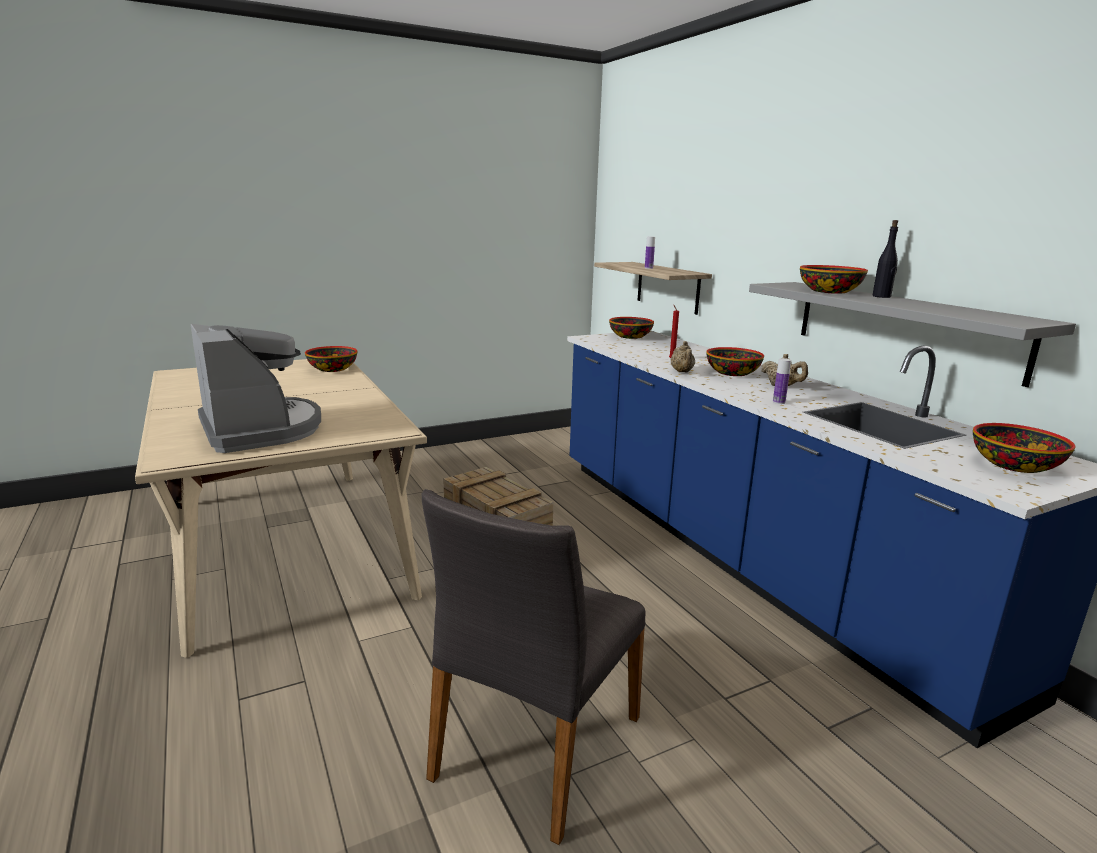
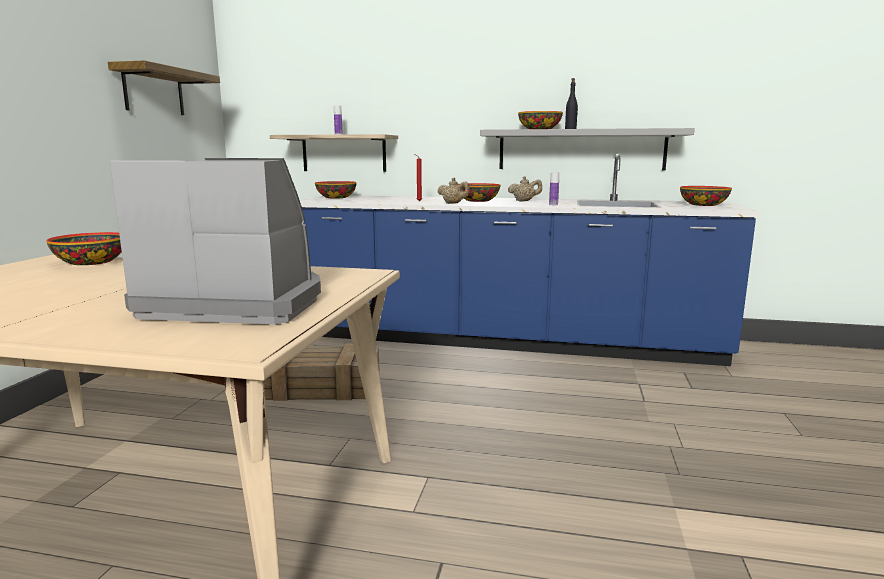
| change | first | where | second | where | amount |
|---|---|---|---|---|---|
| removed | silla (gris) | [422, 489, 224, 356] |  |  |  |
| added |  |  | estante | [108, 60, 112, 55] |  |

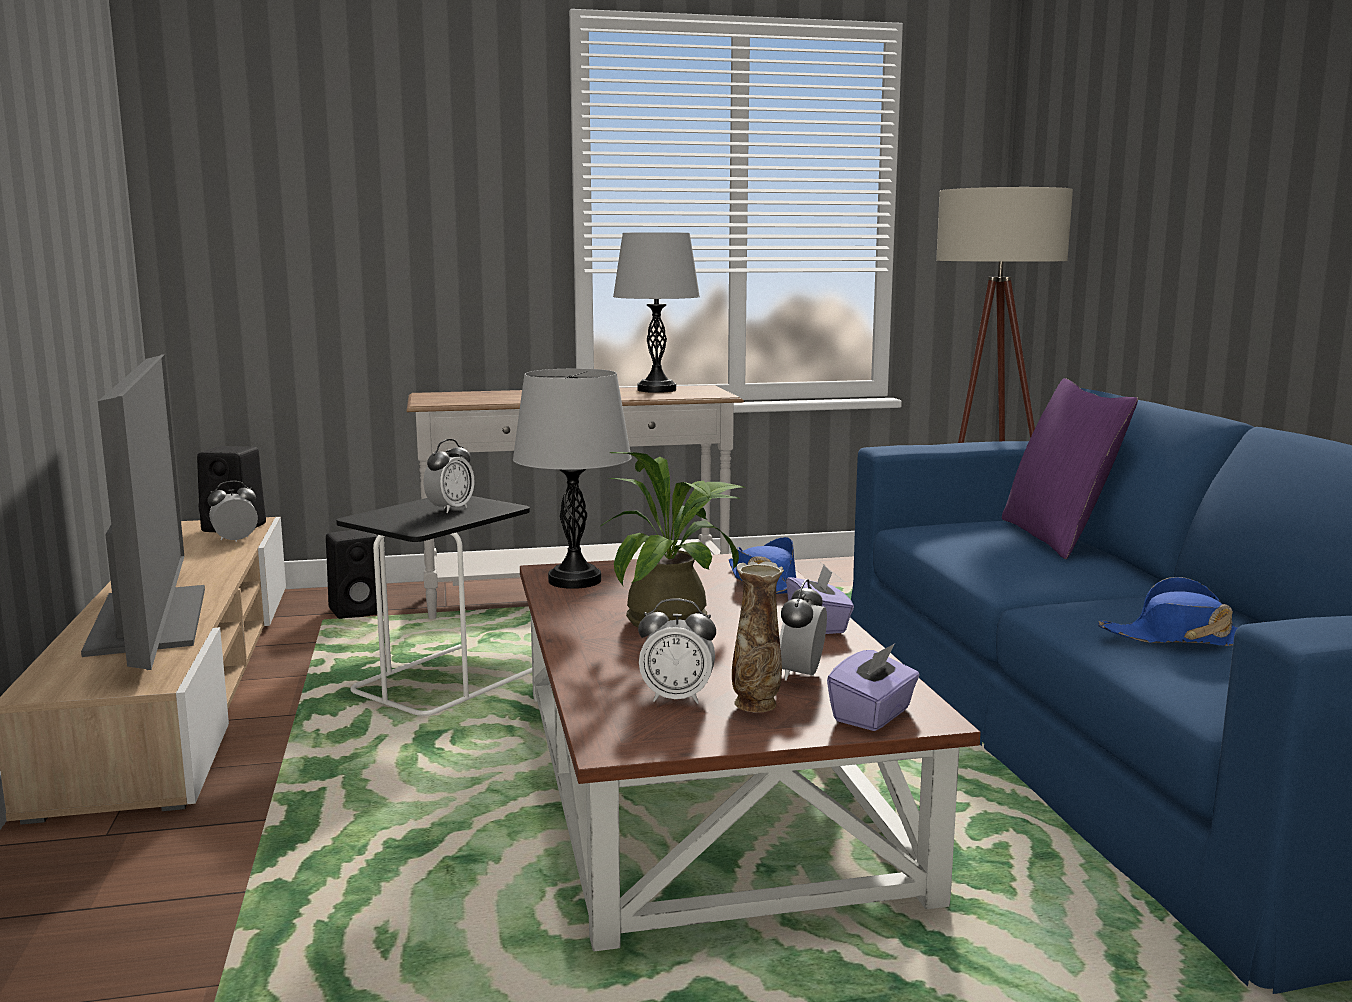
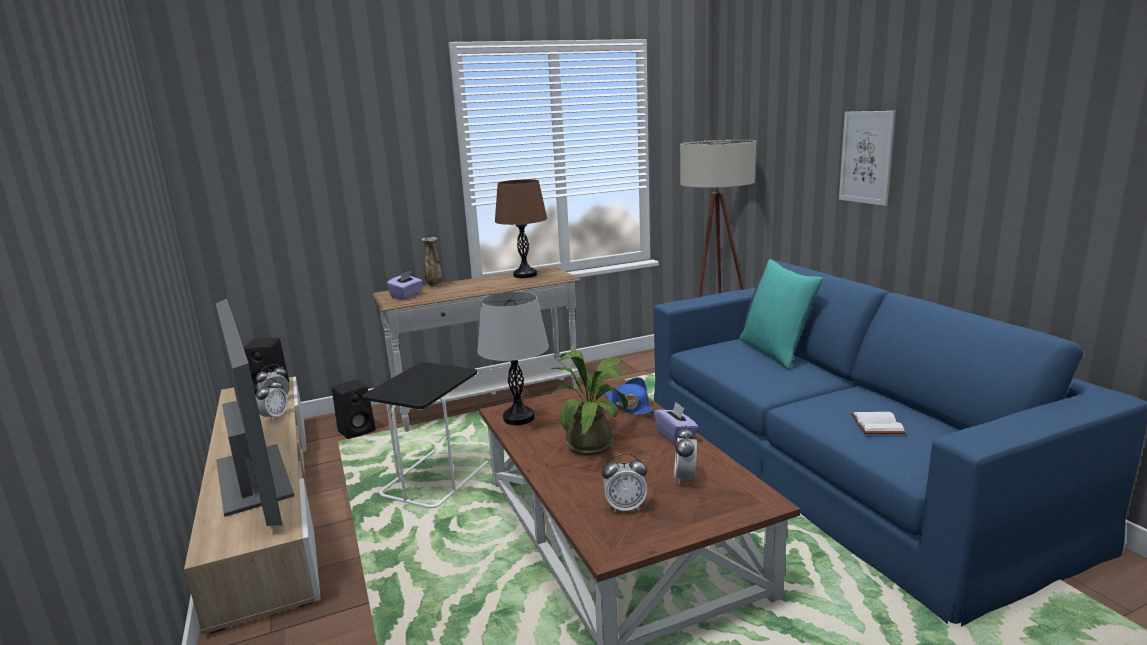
| change | first | where | second | where | amount |
|---|---|---|---|---|---|
| recoloured | lámpara de mesa (gris) | [613, 232, 87, 161] | lámpara de mesa (marrón) | [495, 179, 52, 99] |  |
| recoloured | cojín (morado) | [1002, 378, 136, 181] | cojín (turquesa) | [740, 259, 83, 110] |  |
| moved | despertador | [423, 439, 51, 74] |  | [256, 378, 32, 43] |  |
| moved | florero | [732, 561, 52, 152] |  | [422, 237, 20, 51] |  |
| replaced | sombrero (azul) | [1098, 577, 140, 69] | libro (blanco) | [851, 412, 55, 22] |  |
| moved | caja de pañuelos (morado) | [827, 643, 93, 88] |  | [387, 270, 36, 29] |  |
| added |  |  | cuadro | [839, 111, 57, 95] |  |

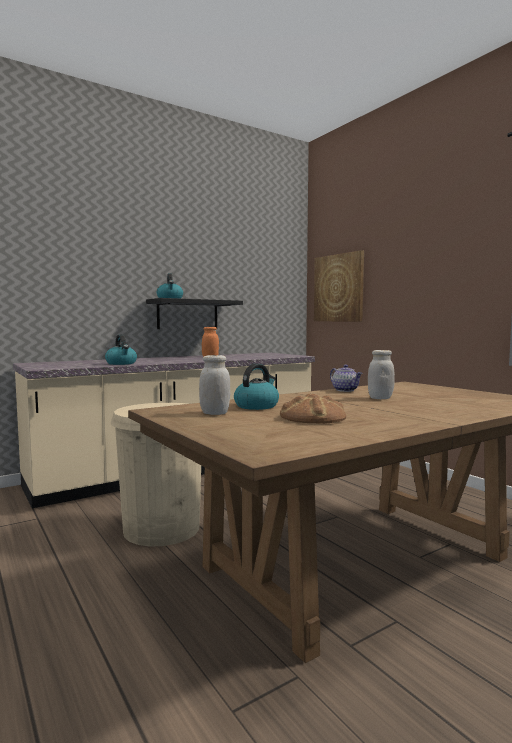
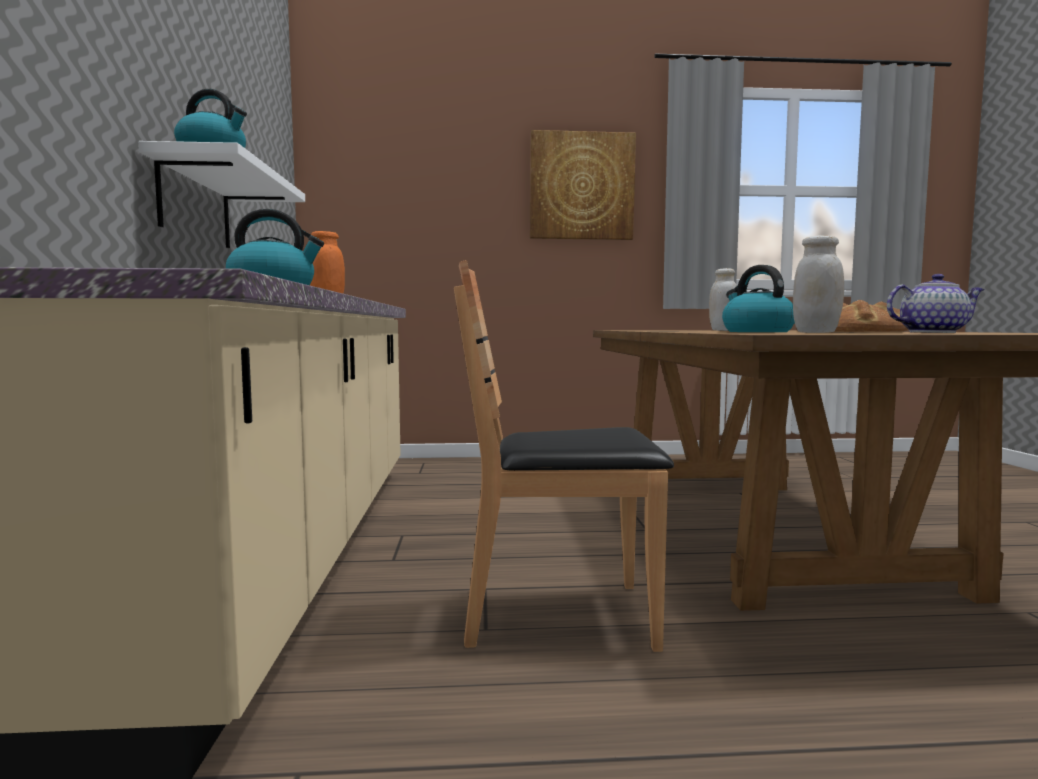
| change | first | where | second | where | amount |
|---|---|---|---|---|---|
| moved | cuadro | [314, 250, 50, 71] |  | [530, 130, 106, 110] |  |
| recoloured | estante (negro) | [146, 298, 97, 31] | estante (blanco) | [138, 141, 167, 107] |  |
| moved | tetera | [330, 365, 32, 27] |  | [887, 274, 97, 59] |  |
| replaced | papelera (beis) | [111, 403, 90, 144] | silla (marrón) | [454, 260, 220, 392] |  |

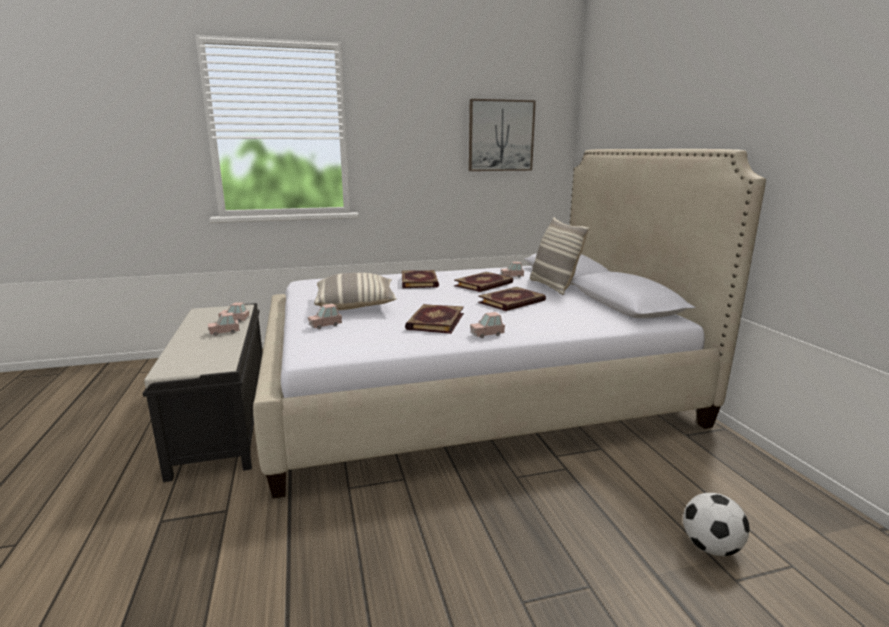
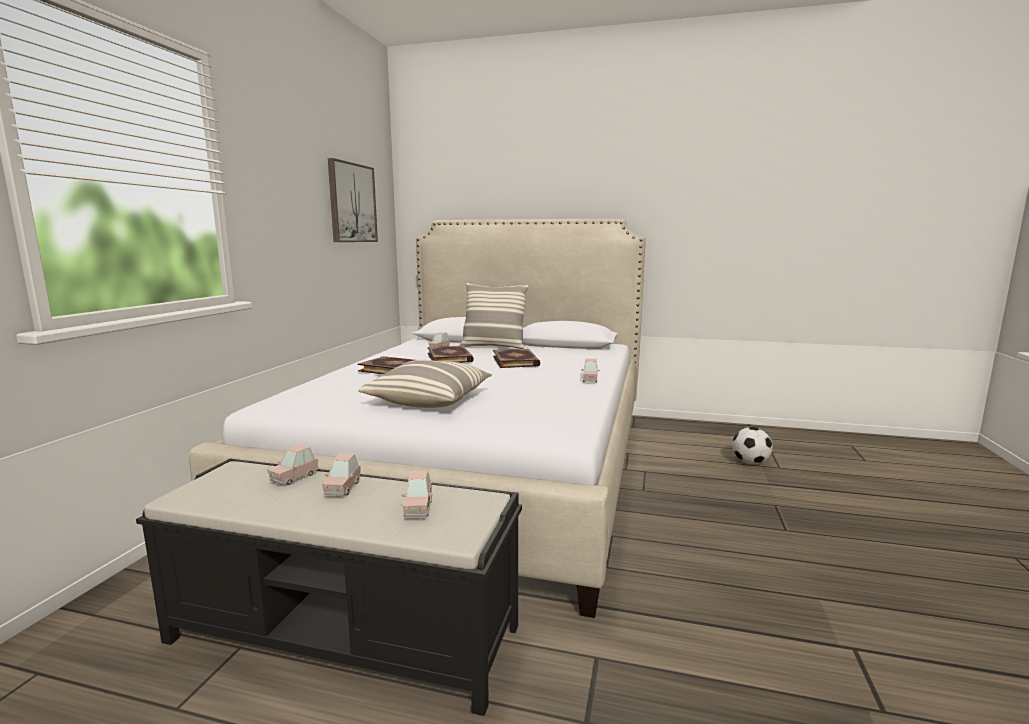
| change | first | where | second | where | amount |
|---|---|---|---|---|---|
| moved | coche de juguete (rosa) | [308, 304, 34, 25] |  | [401, 471, 32, 47] |  |
| removed | libro | [405, 304, 59, 30] |  |  |  |

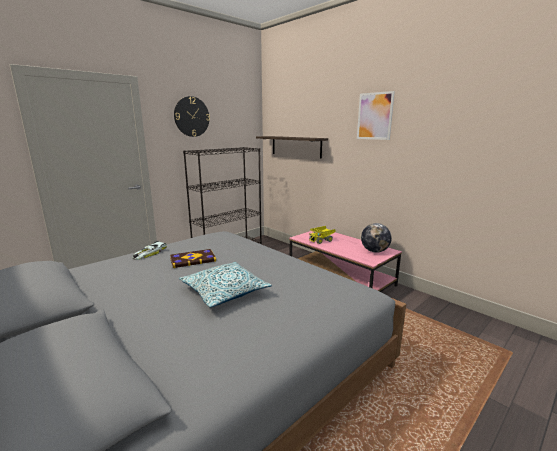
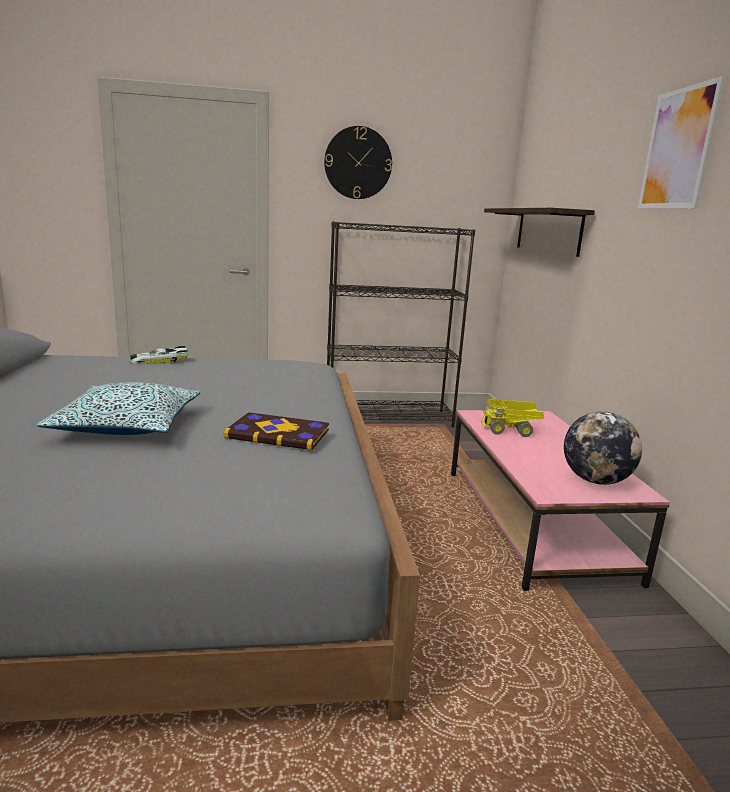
| change | first | where | second | where | amount |
|---|---|---|---|---|---|
| moved | libro | [170, 249, 46, 19] |  | [224, 412, 105, 38] |  |

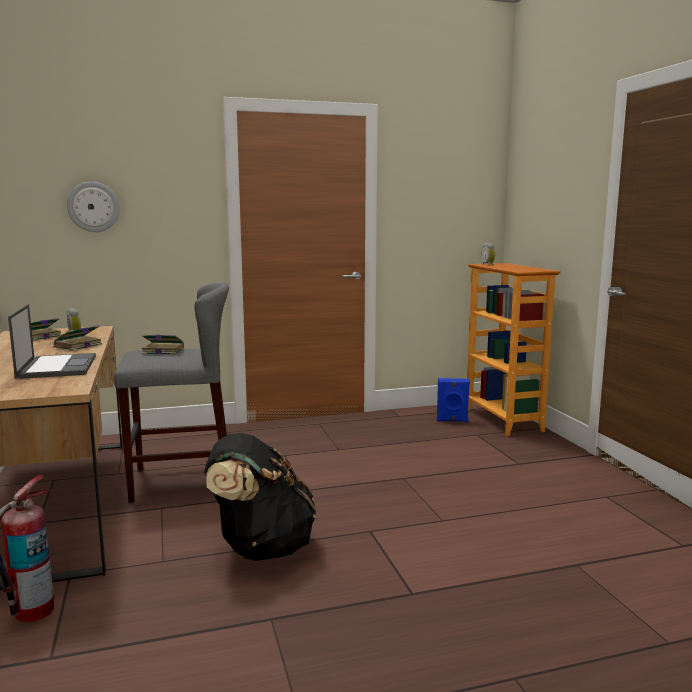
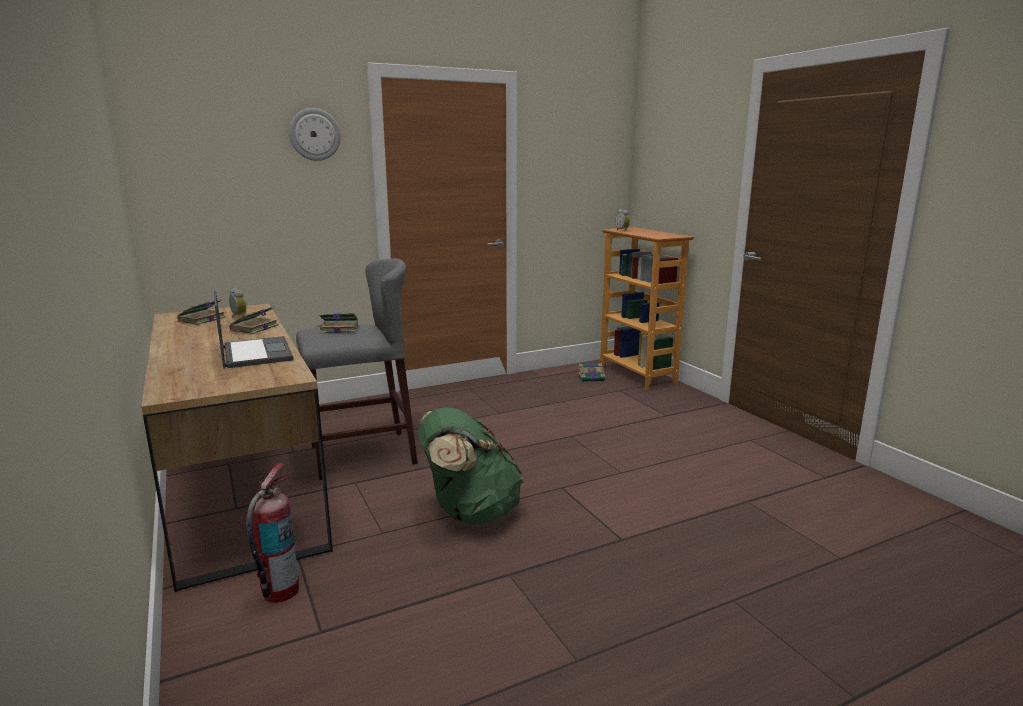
| change | first | where | second | where | amount |
|---|---|---|---|---|---|
| moved | reloj de pared | [67, 182, 53, 50] |  | [289, 108, 52, 53] |  |
| replaced | altavoz (azul) | [437, 378, 33, 44] | libro | [578, 363, 31, 19] |  |
| recoloured | mochila (negro) | [204, 433, 112, 128] | mochila (verde) | [418, 407, 106, 117] |  |

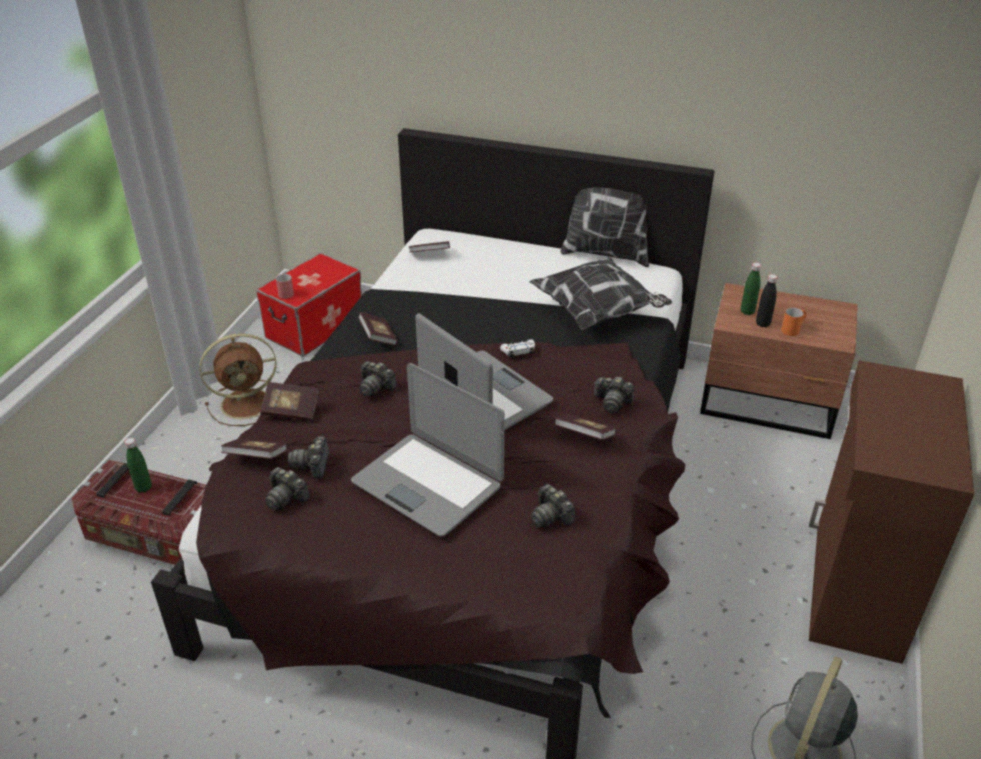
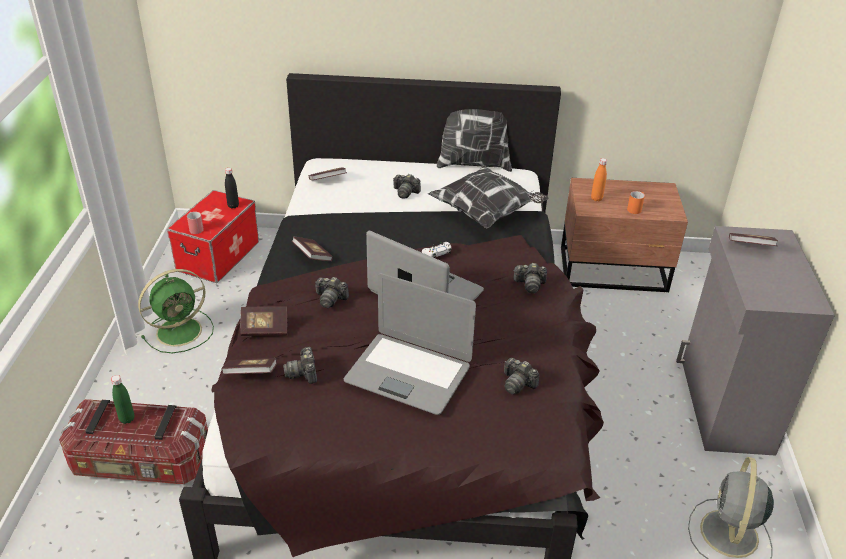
| change | first | where | second | where | amount |
|---|---|---|---|---|---|
| recoloured | botella (verde) | [741, 262, 20, 53] | botella (naranja) | [591, 158, 16, 43] |  |
| moved | botella (negro) | [756, 274, 22, 53] |  | [225, 168, 14, 41] |  |
| recoloured | ventilador (marrón) | [199, 333, 78, 93] | ventilador (verde) | [138, 269, 76, 84] |  |
| recoloured | armario (marrón) | [809, 360, 165, 304] | armario (gris) | [676, 226, 159, 230] |  |
| moved | libro | [554, 415, 62, 25] |  | [729, 233, 49, 13] |  |
| moved | cámara | [265, 467, 45, 43] |  | [393, 174, 28, 25] |  |

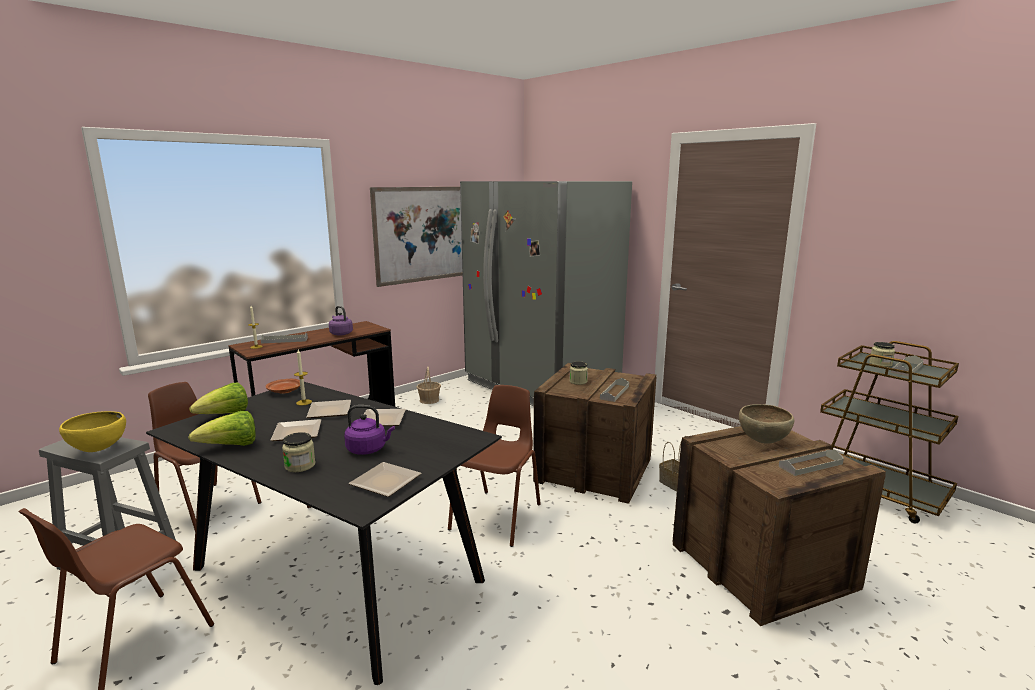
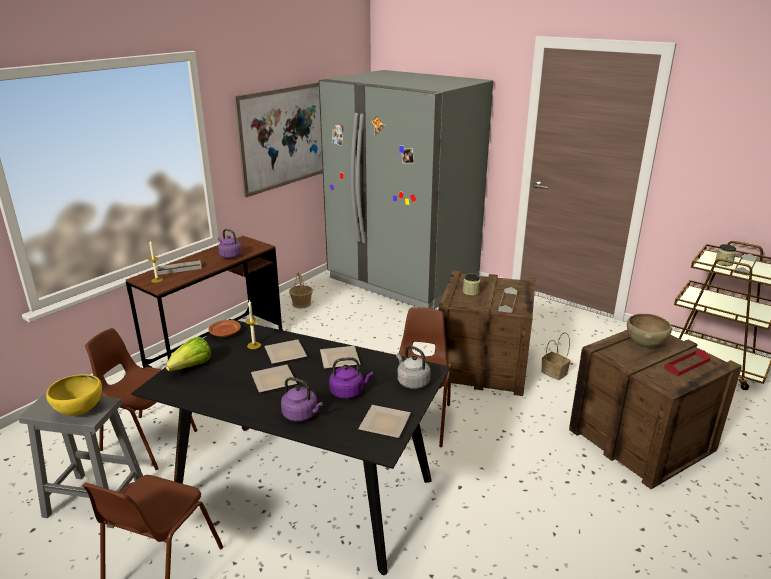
| change | first | where | second | where | amount |
|---|---|---|---|---|---|
| removed | lechuga | [188, 411, 68, 35] |  |  |  |
| replaced | tarro | [282, 432, 34, 40] | hervidor (morado) | [281, 377, 42, 45] |  |
| recoloured | bandeja (gris) | [778, 450, 66, 26] | bandeja (rojo) | [664, 350, 46, 26] |  |
| added |  |  | hervidor (gris) | [396, 346, 35, 43] |  |

